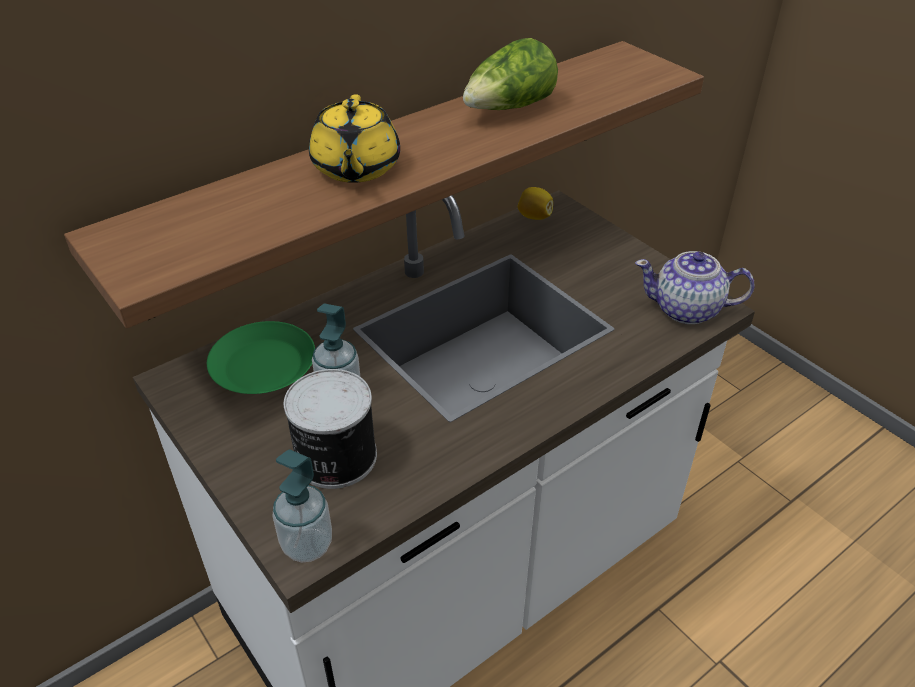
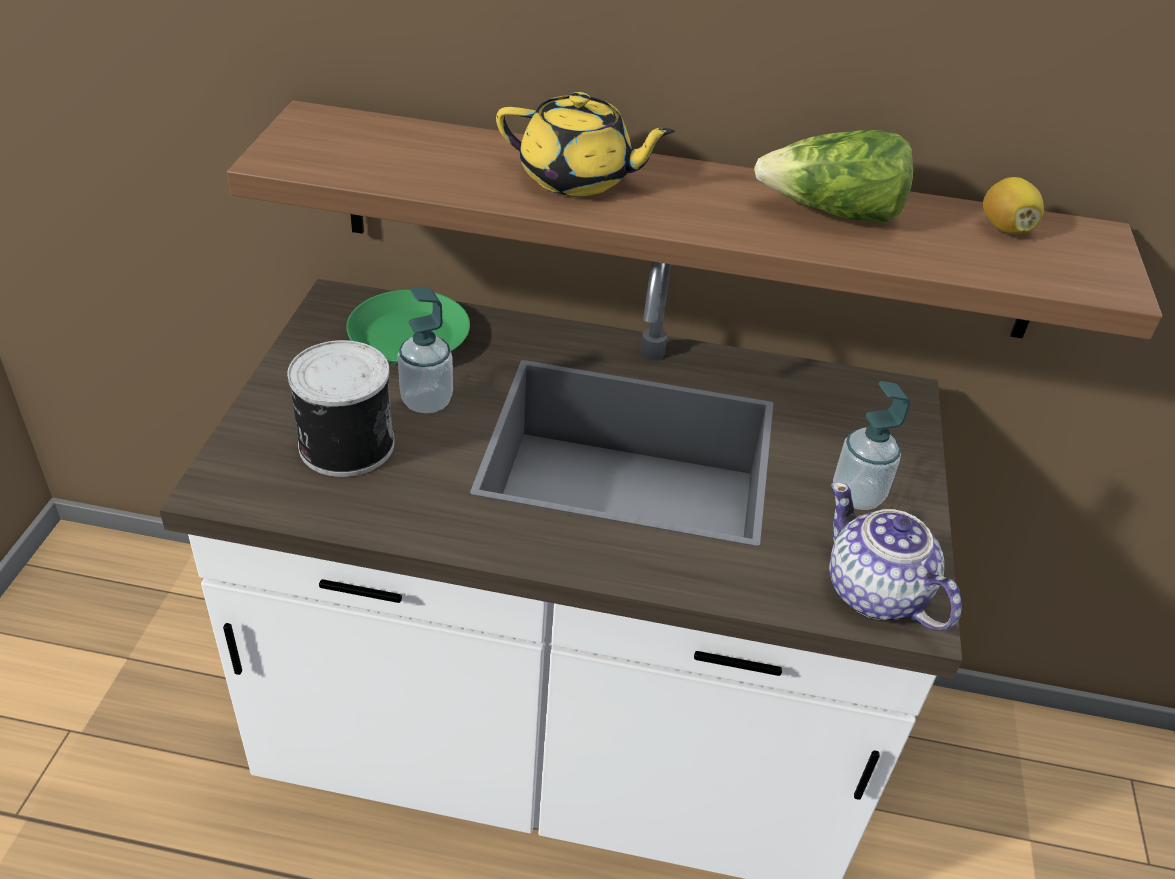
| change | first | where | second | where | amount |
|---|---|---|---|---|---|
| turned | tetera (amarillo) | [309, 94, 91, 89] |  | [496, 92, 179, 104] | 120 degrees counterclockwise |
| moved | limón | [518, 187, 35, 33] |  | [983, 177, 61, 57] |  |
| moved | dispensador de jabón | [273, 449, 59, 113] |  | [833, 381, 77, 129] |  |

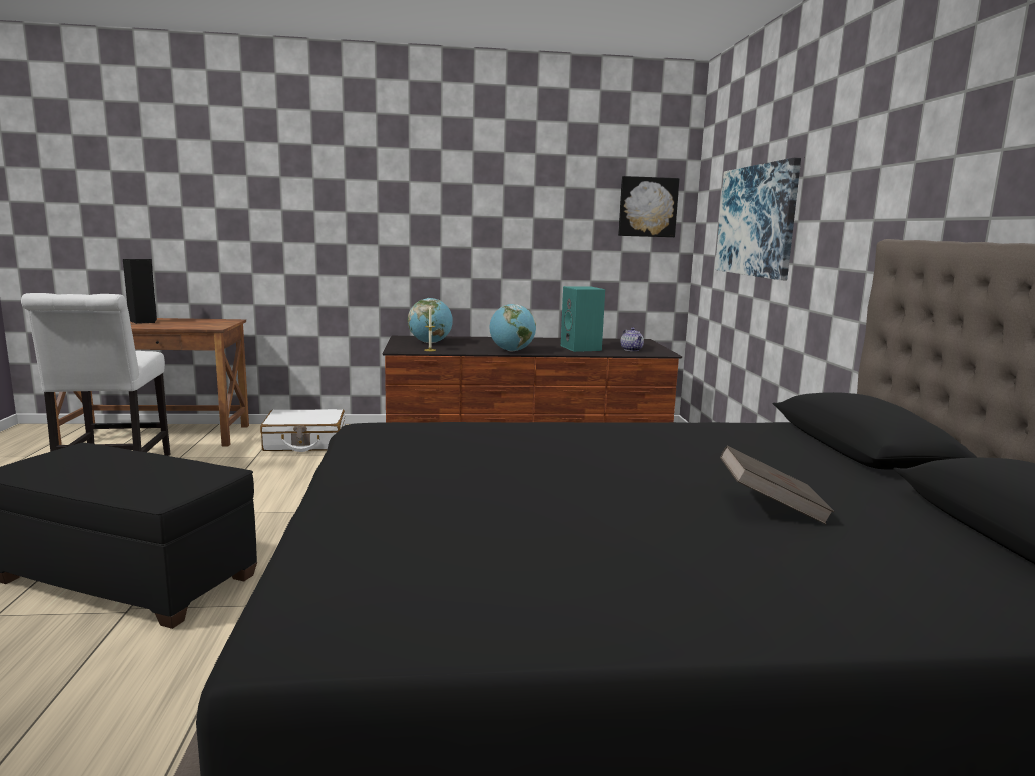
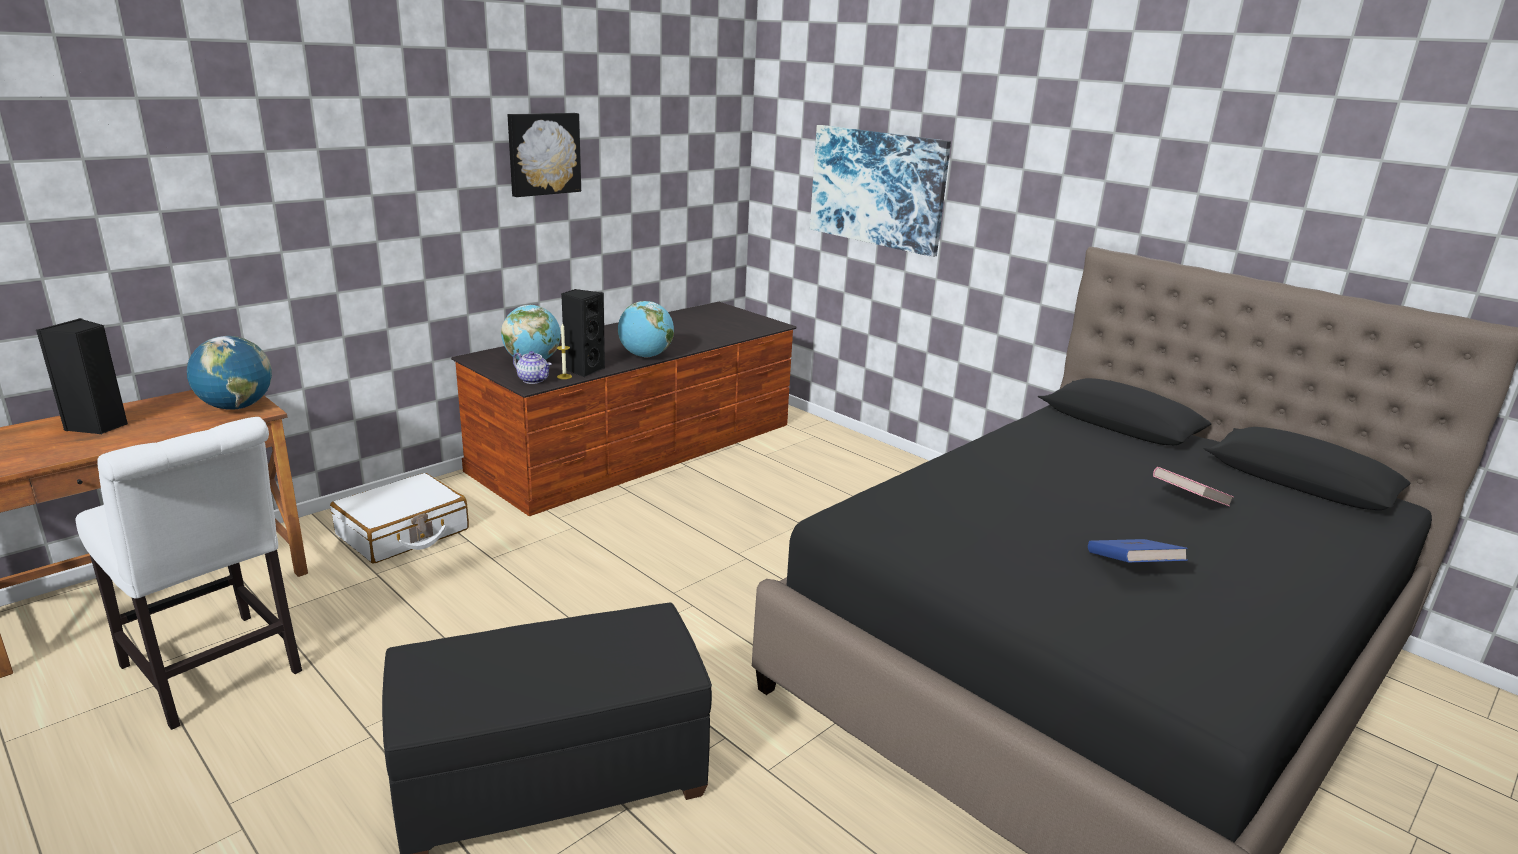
| change | first | where | second | where | amount |
|---|---|---|---|---|---|
| moved | cuadro | [618, 176, 62, 61] |  | [508, 113, 73, 84] |  |
| removed | altavoz (turquesa) | [561, 286, 44, 66] |  |  |  |
| moved | tetera | [620, 328, 24, 23] |  | [513, 351, 39, 33] |  |
| recoloured | libro (marrón) | [720, 446, 114, 79] | libro (rosa) | [1153, 467, 80, 40] |  |
| added |  |  | altavoz (negro) | [561, 289, 44, 88] |  |
| added |  |  | globo terráqueo | [187, 336, 85, 74] |  |
| added |  |  | libro (azul) | [1088, 539, 100, 23] |  |

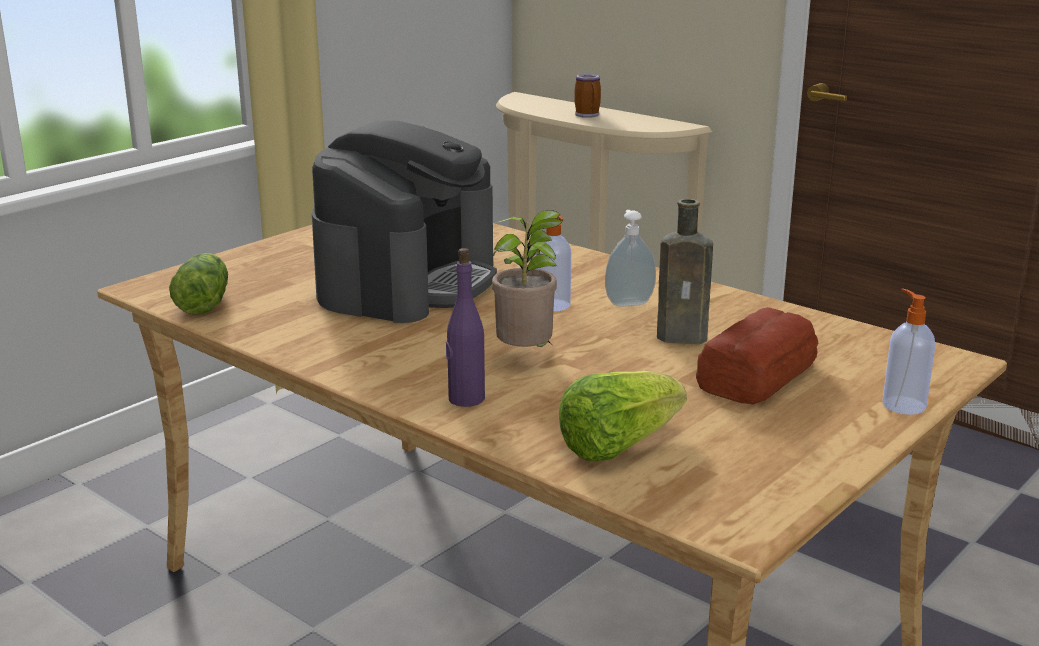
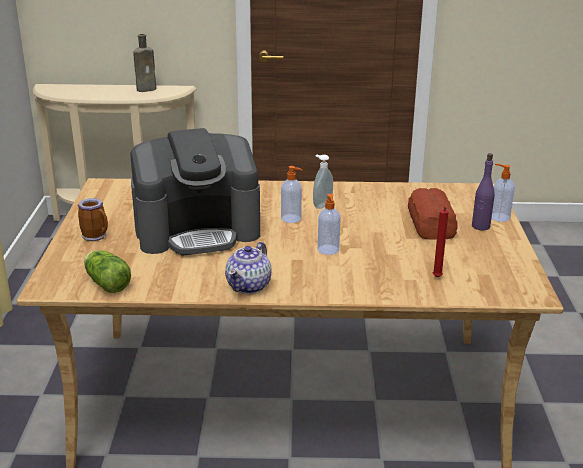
| change | first | where | second | where | amount |
|---|---|---|---|---|---|
| moved | taza grande | [574, 74, 27, 44] |  | [78, 198, 30, 43] |  |
| turned | cafetera | [312, 120, 185, 203] |  | [130, 128, 130, 128] | 90 degrees clockwise |
| moved | botella (marrón) | [657, 199, 56, 145] |  | [133, 34, 23, 58] |  |
| replaced | planta en maceta | [492, 210, 71, 137] | dispensador de jabón | [318, 194, 23, 61] |  |
| moved | botella (morado) | [446, 248, 39, 159] |  | [472, 153, 23, 77] |  |
| replaced | lechuga | [559, 371, 128, 90] | vela (rojo) | [433, 207, 15, 70] |  |
| added |  |  | tetera | [225, 242, 46, 52] |  |

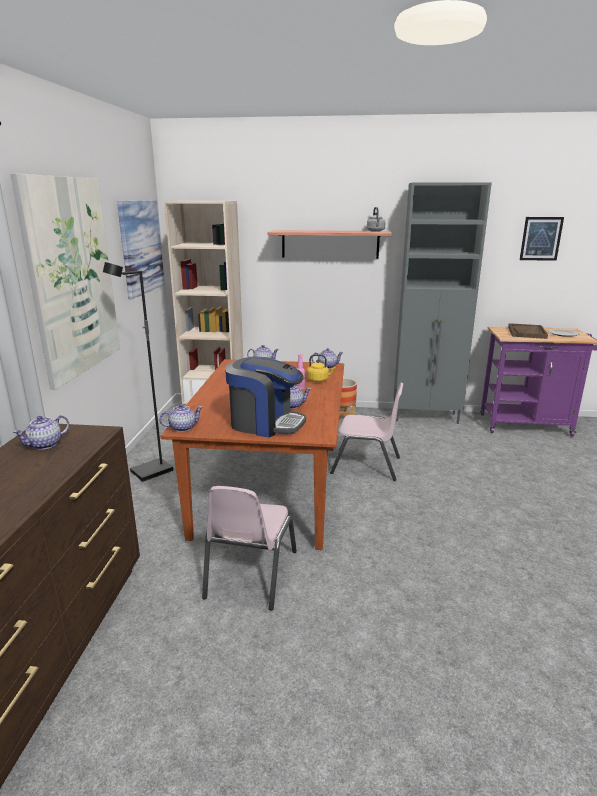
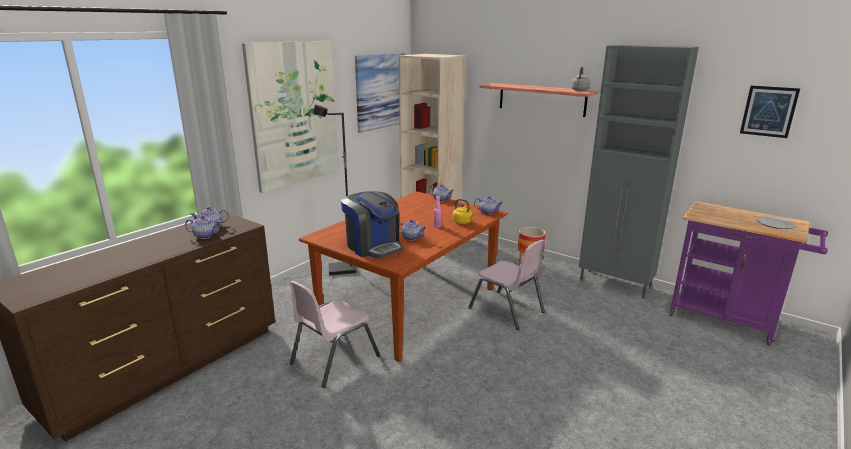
| change | first | where | second | where | amount |
|---|---|---|---|---|---|
| removed | bandeja (marrón) | [508, 323, 40, 16] |  |  |  |
| moved | tetera | [159, 404, 44, 28] |  | [185, 216, 36, 23] |  |

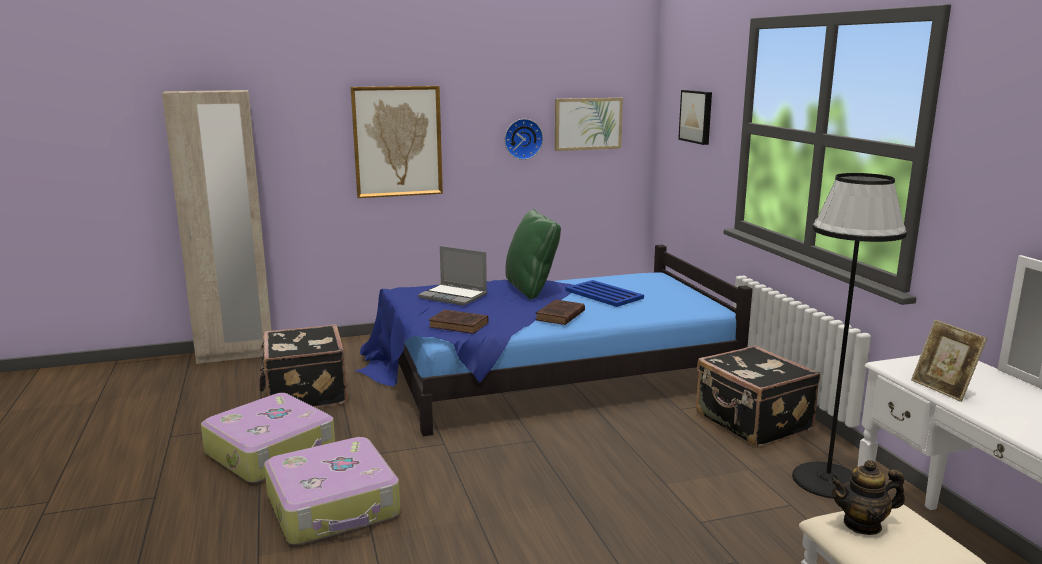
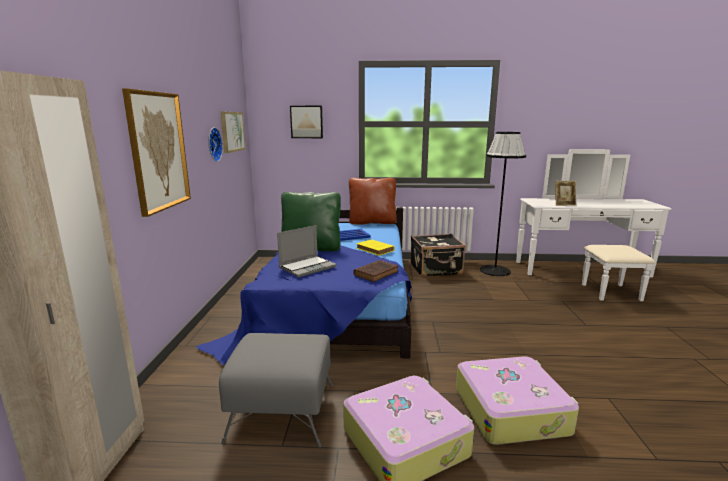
| change | first | where | second | where | amount |
|---|---|---|---|---|---|
| recoloured | libro (marrón) | [535, 300, 50, 25] | libro (amarillo) | [356, 239, 39, 17] |  |
| replaced | maleta (negro) | [259, 325, 89, 83] | puf (gris) | [219, 333, 114, 115] |  |
| removed | tetera | [830, 460, 75, 75] |  |  |  |
| added |  |  | cojín (marrón) | [349, 178, 48, 47] |  |

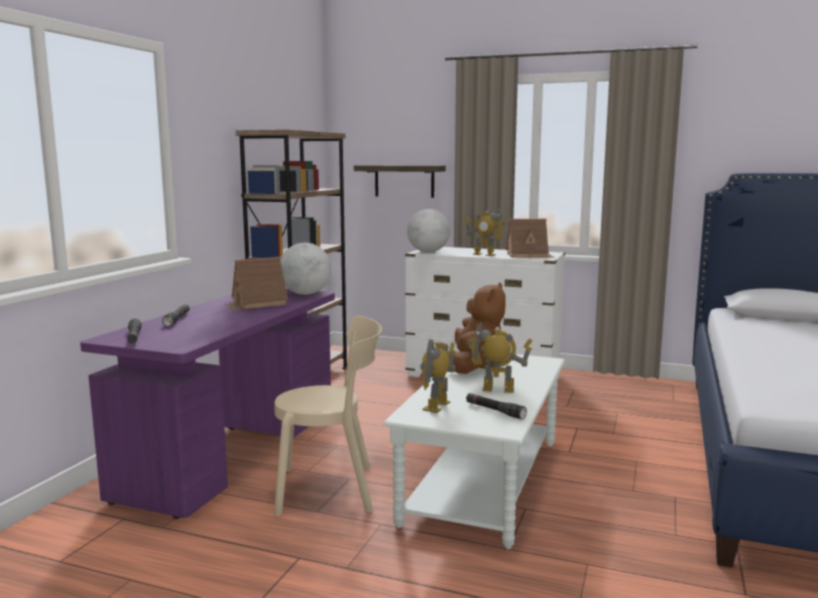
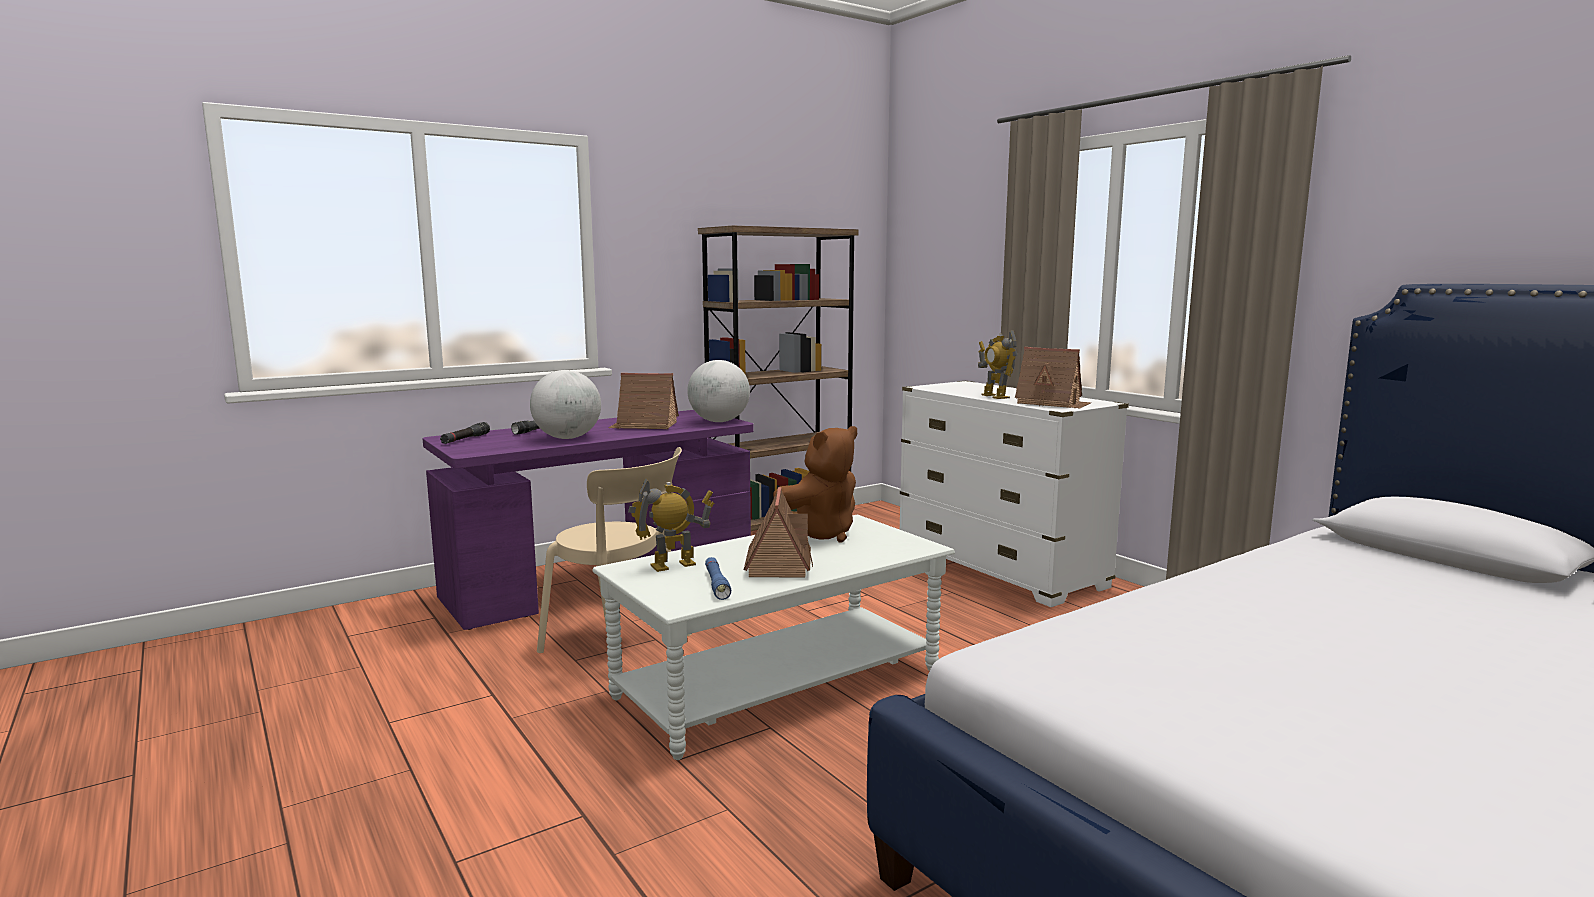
| change | first | where | second | where | amount |
|---|---|---|---|---|---|
| removed | estante | [354, 165, 92, 33] |  |  |  |
| moved | globo terráqueo | [407, 209, 43, 43] |  | [530, 370, 71, 69] |  |
| replaced | robot de juguete | [467, 323, 66, 70] | casita | [744, 487, 69, 91] |  |
| recoloured | linterna (negro) | [466, 393, 61, 26] | linterna (azul) | [705, 557, 26, 43] |  |

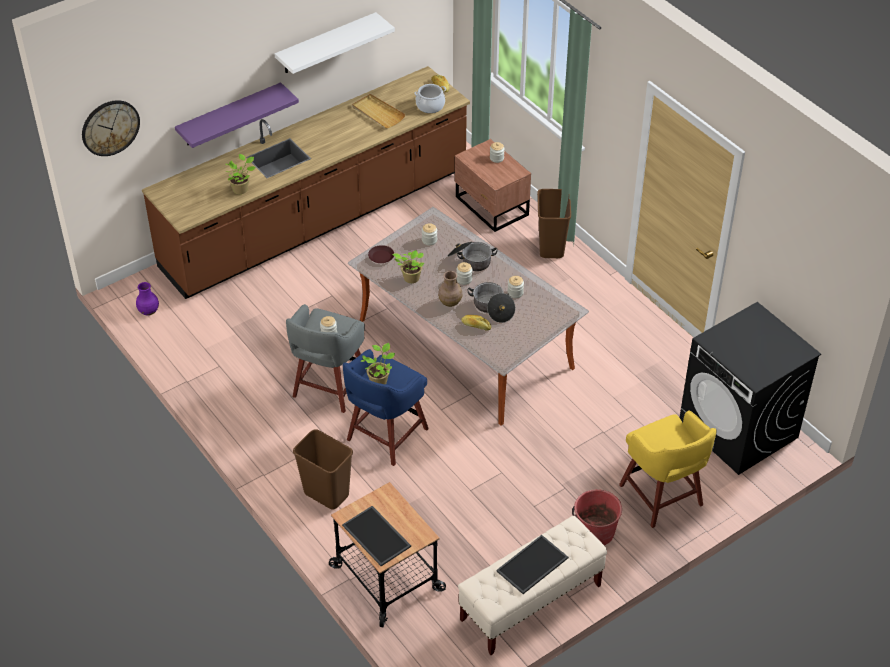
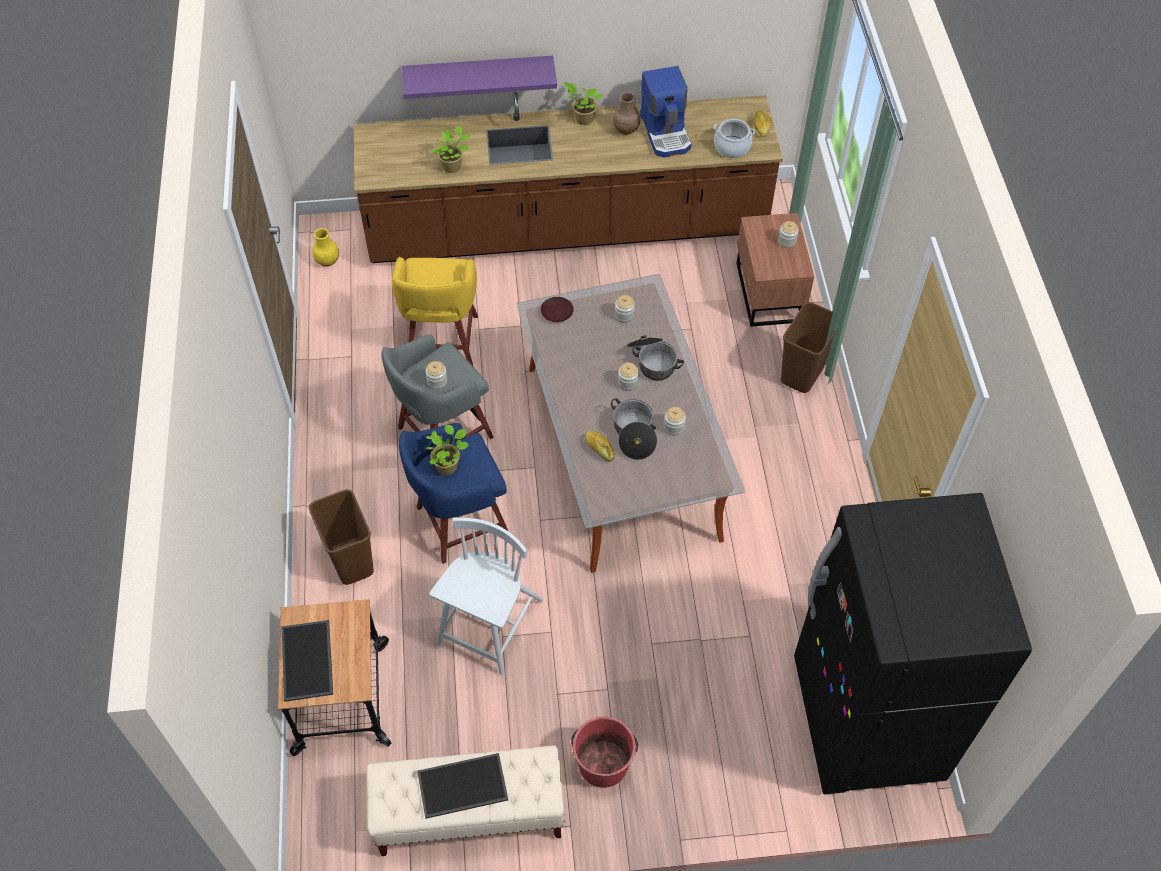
| change | first | where | second | where | amount |
|---|---|---|---|---|---|
| removed | estante (blanco) | [274, 12, 121, 62] |  |  |  |
| replaced | bandeja (beis) | [352, 94, 54, 34] | cafetera | [640, 66, 51, 92] |  |
| removed | reloj de pared | [82, 100, 58, 56] |  |  |  |
| moved | planta en maceta | [393, 250, 31, 33] |  | [564, 82, 39, 43] |  |
| moved | florero (marrón) | [438, 271, 24, 36] |  | [613, 92, 27, 43] |  |
| recoloured | florero (morado) | [136, 282, 23, 34] | florero (amarillo) | [313, 228, 26, 38] |  |
| replaced | lavadora (negro) | [679, 302, 142, 173] | nevera (negro) | [794, 493, 238, 301] |  |
| moved | taburete (amarillo) | [619, 410, 98, 118] |  | [392, 257, 86, 109] |  |
| added |  |  | silla (blanco) | [429, 518, 115, 157] |  |

